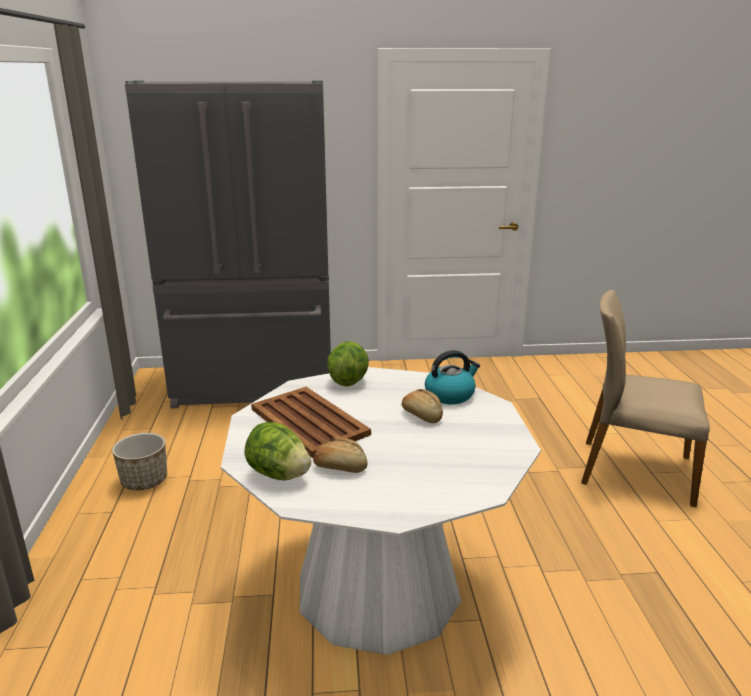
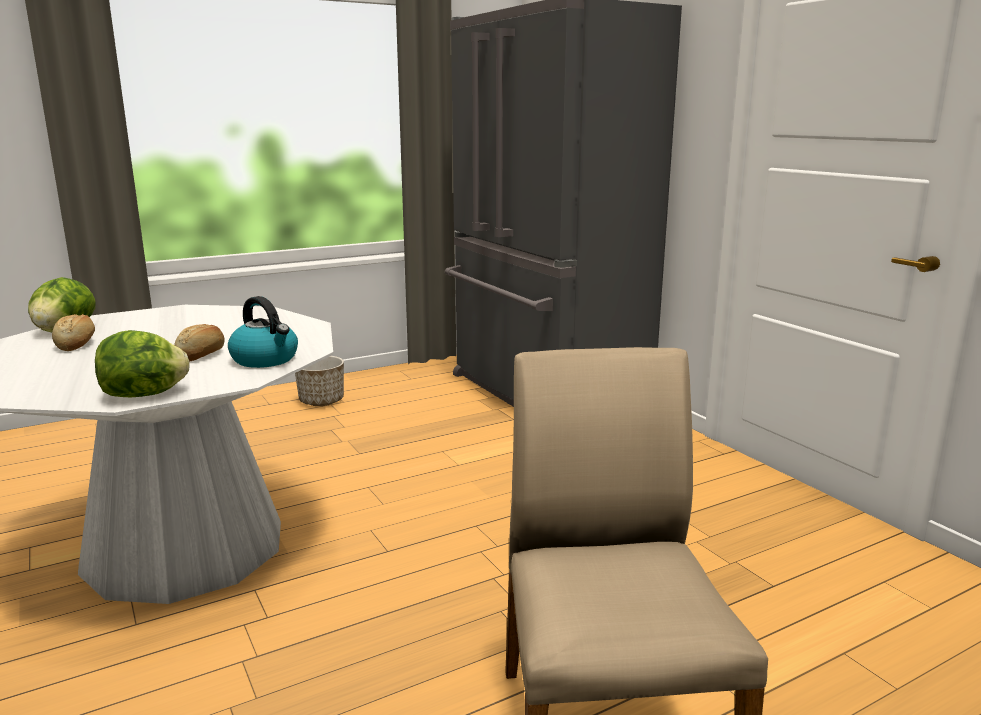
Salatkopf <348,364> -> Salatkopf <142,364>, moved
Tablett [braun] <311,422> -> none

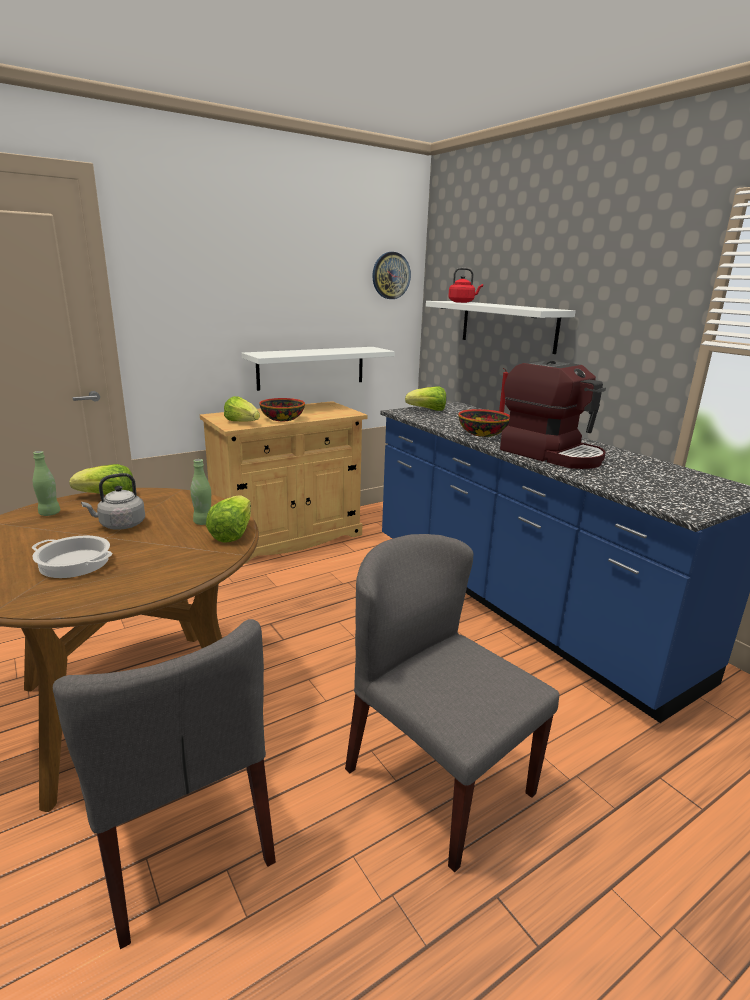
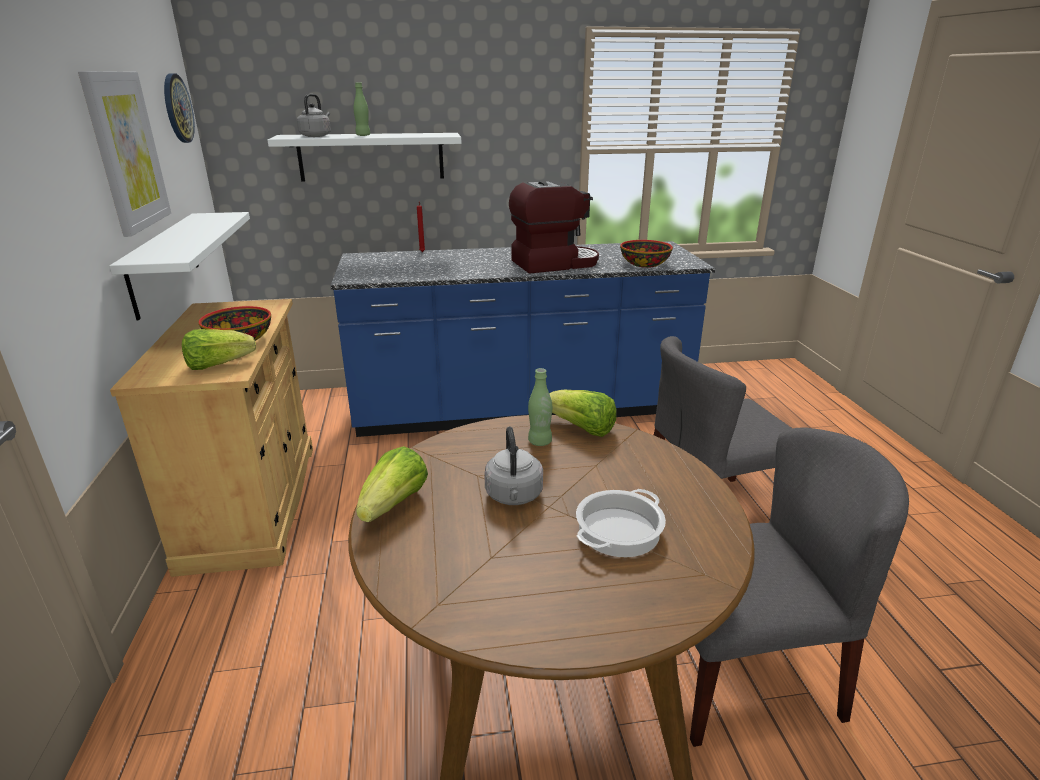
none -> Bild <124,154>
Wasserkessel [rot] <465,285> -> Wasserkessel [grau] <314,115>
Flasche [grün] <46,483> -> Flasche [grün] <361,109>, moved
Schüssel <484,423> -> Schüssel <646,254>, moved
Salatkopf <425,398> -> none

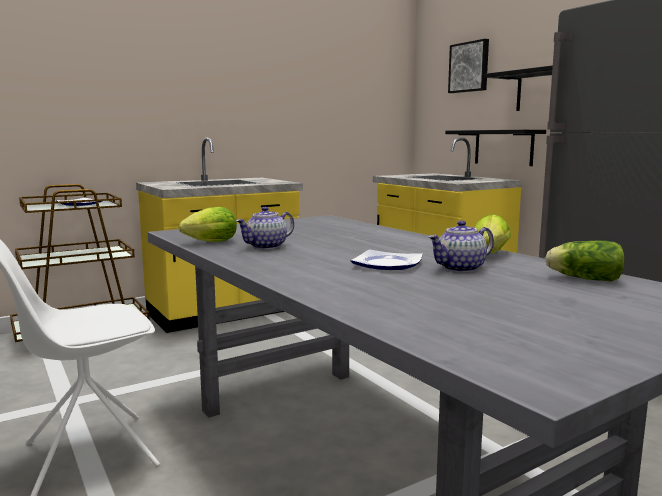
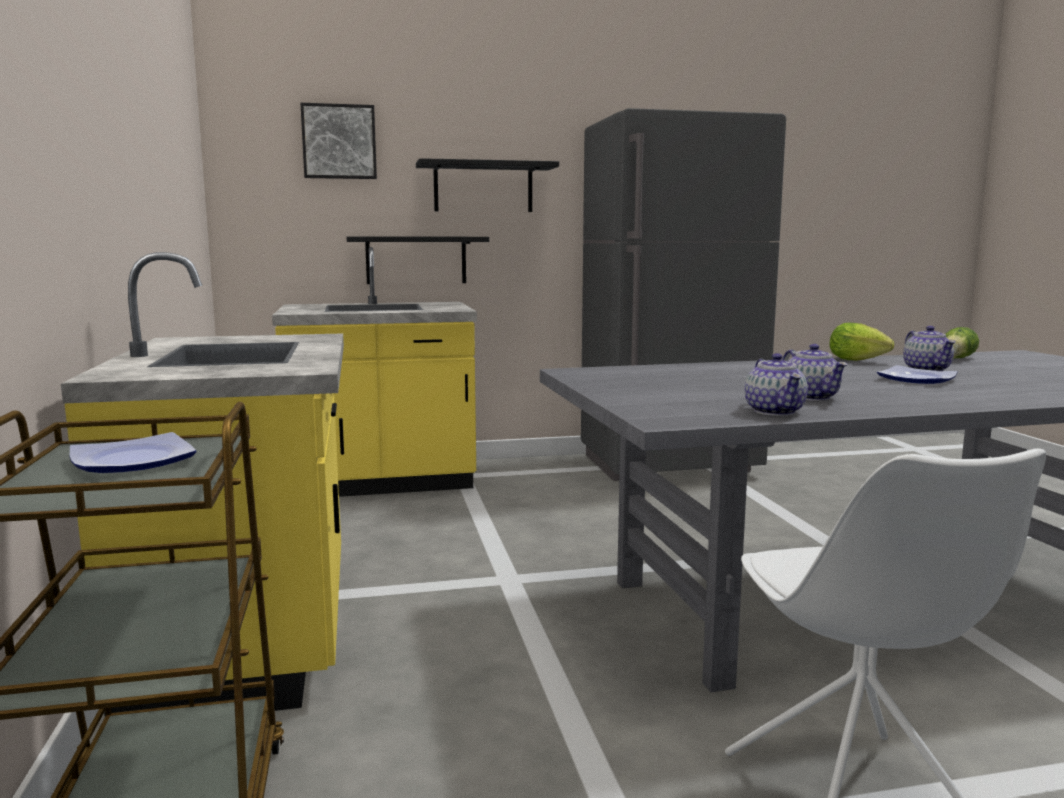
Salatkopf <208,224> -> Teekanne <776,384>

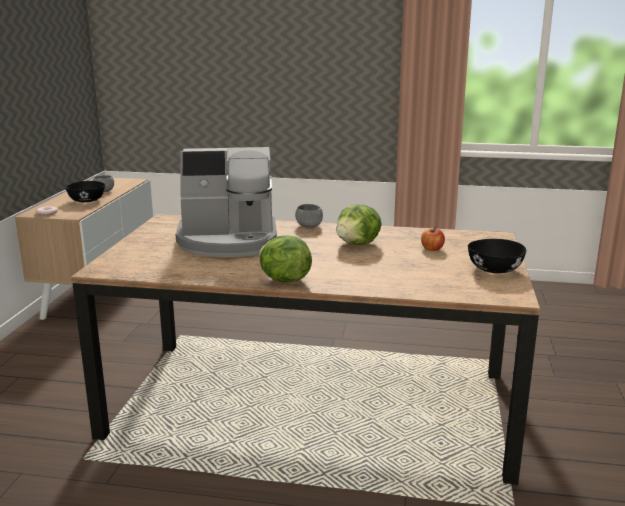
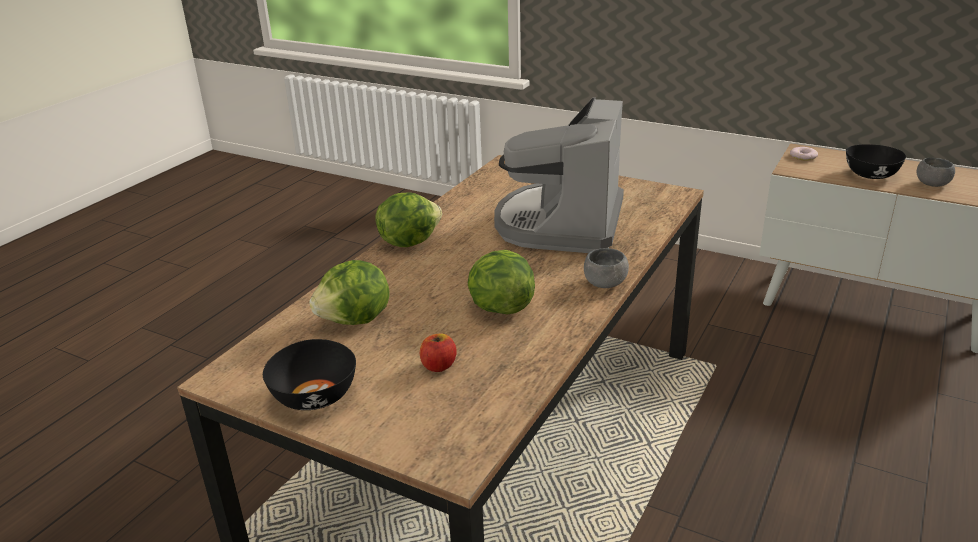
none -> Salatkopf <349,292>

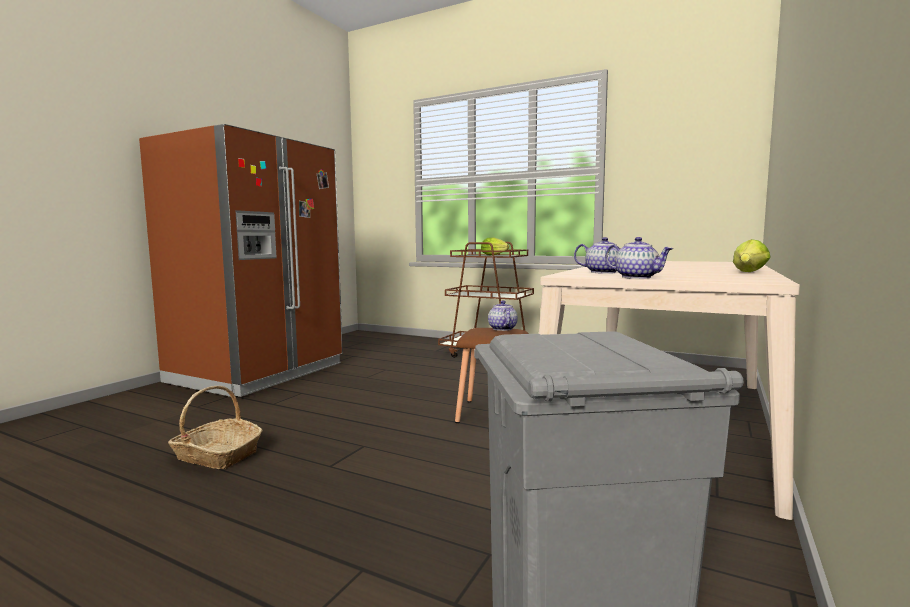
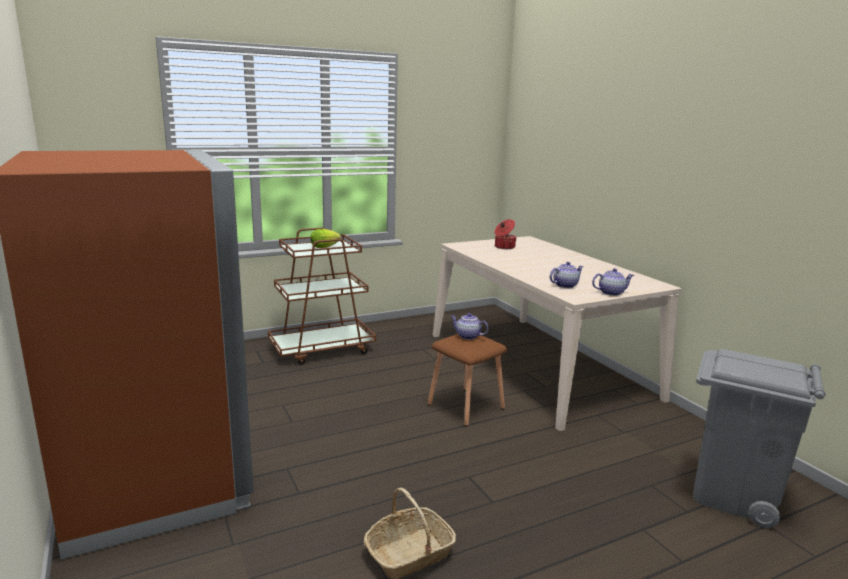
none -> Kochtopf <505,234>
Salatkopf <752,255> -> none

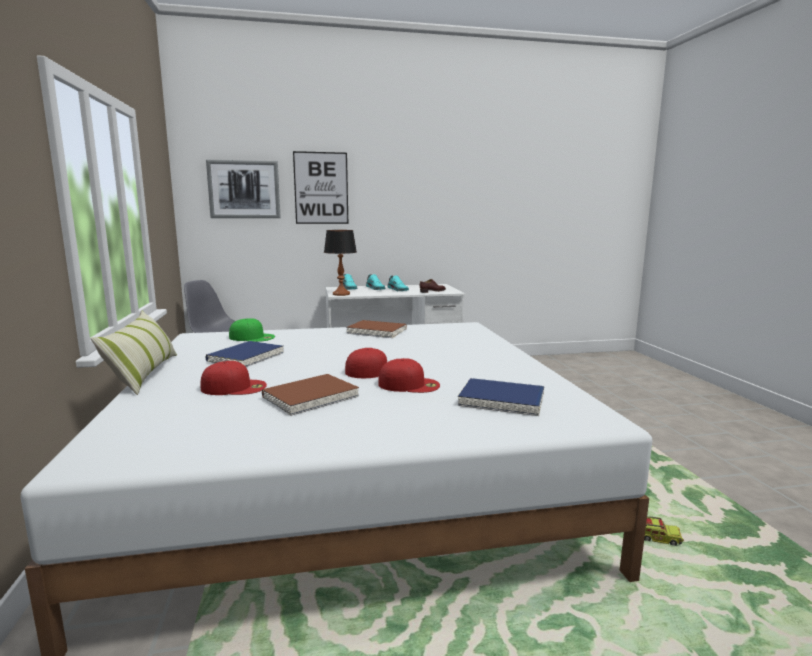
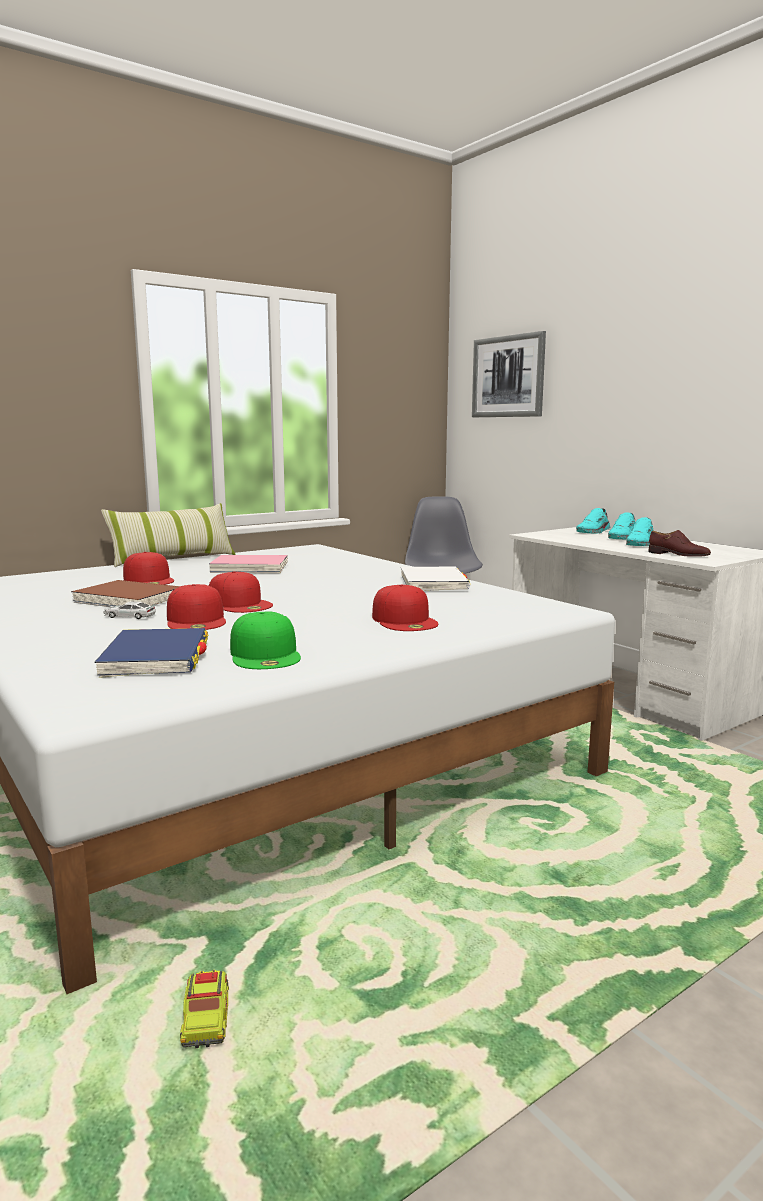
none -> Spielzeugauto <129,610>
Buch [blau] <244,354> -> Buch [rosa] <248,564>
Kappe [grün] <252,330> -> Kappe [grün] <265,640>, moved
none -> Kappe [rot] <405,608>
Buch [braun] <376,329> -> Buch [weiß] <435,578>
Bild <320,187> -> none
Tischlampe <340,263> -> none

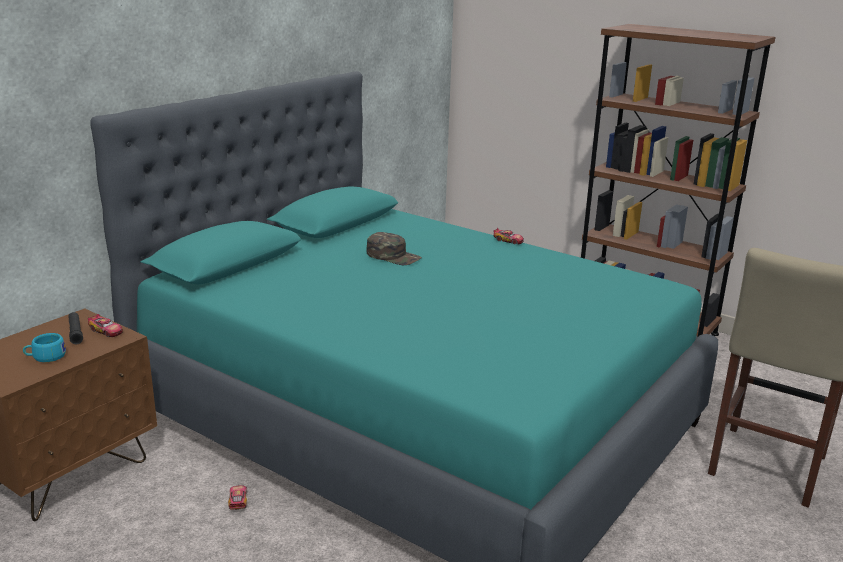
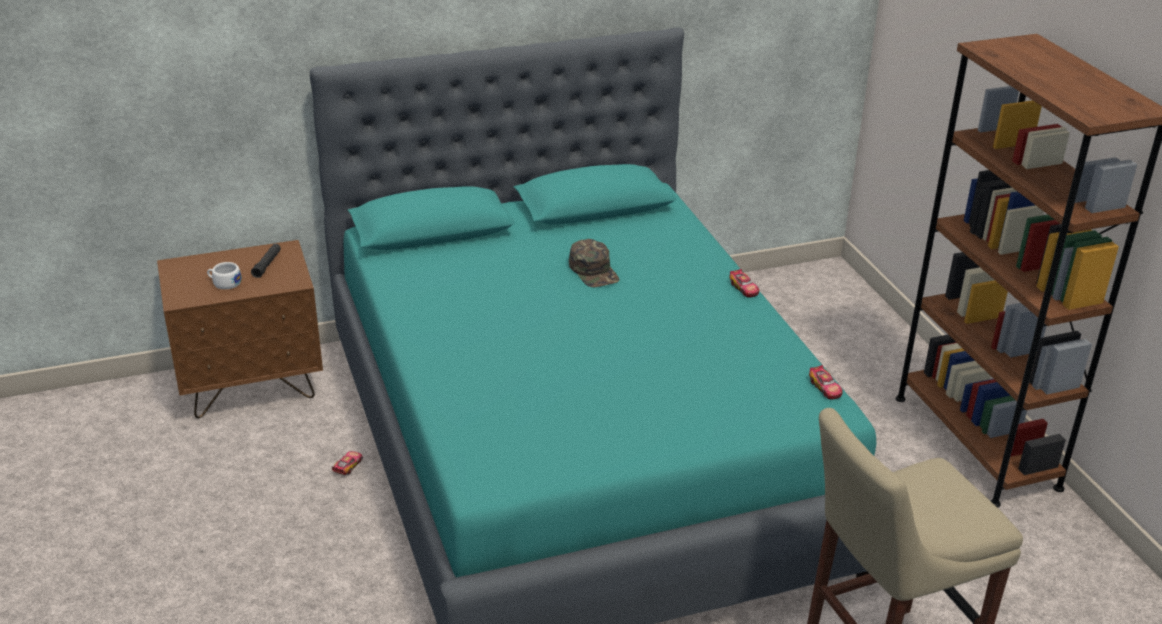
Tasse [türkis] <44,347> -> Tasse [weiß] <224,275>
Spielzeugauto <105,325> -> Spielzeugauto <826,382>, moved

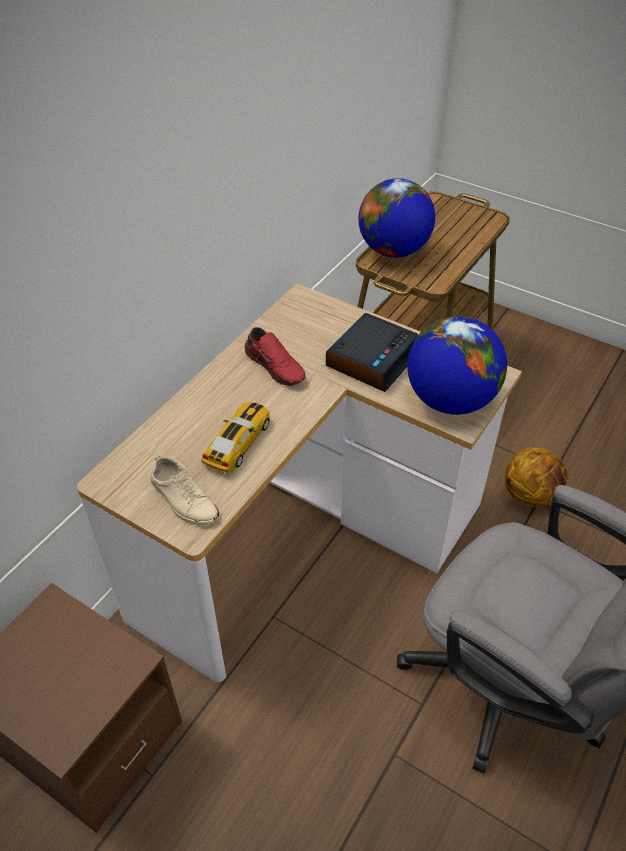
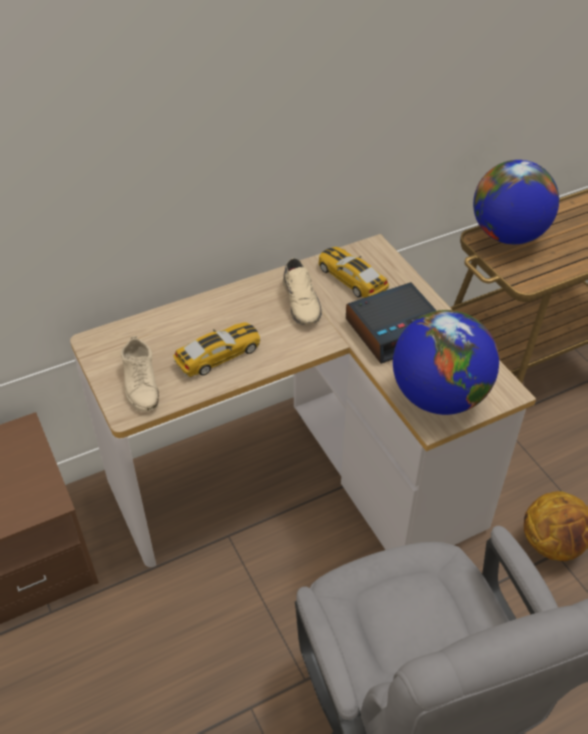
Schuh [rot] <275,356> -> Schuh [beige] <302,291>
none -> Spielzeugauto <354,272>

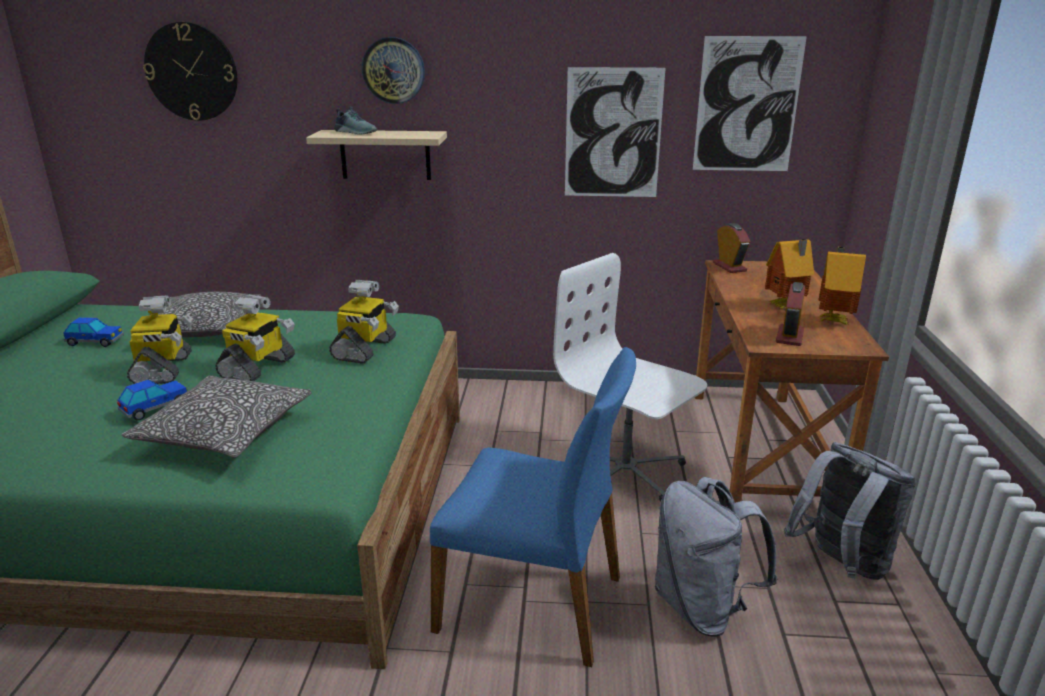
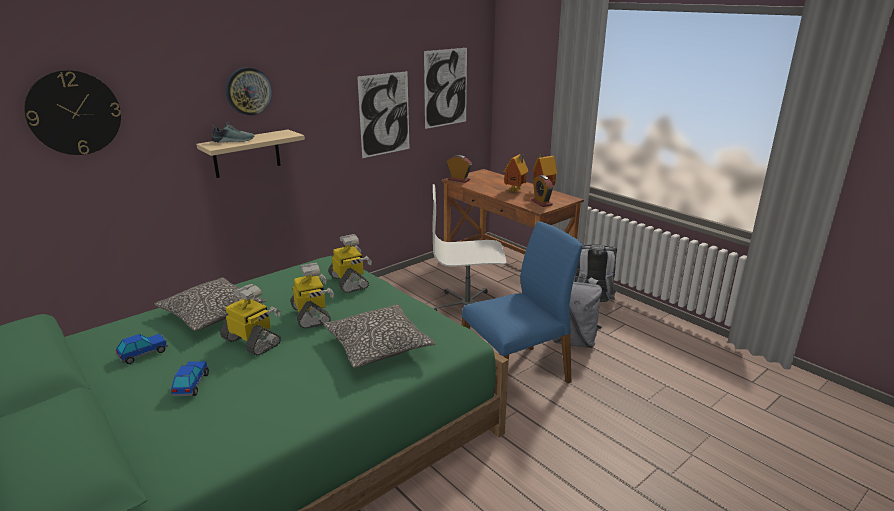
Spielzeugauto <152,400> -> Spielzeugauto <190,378>, moved

